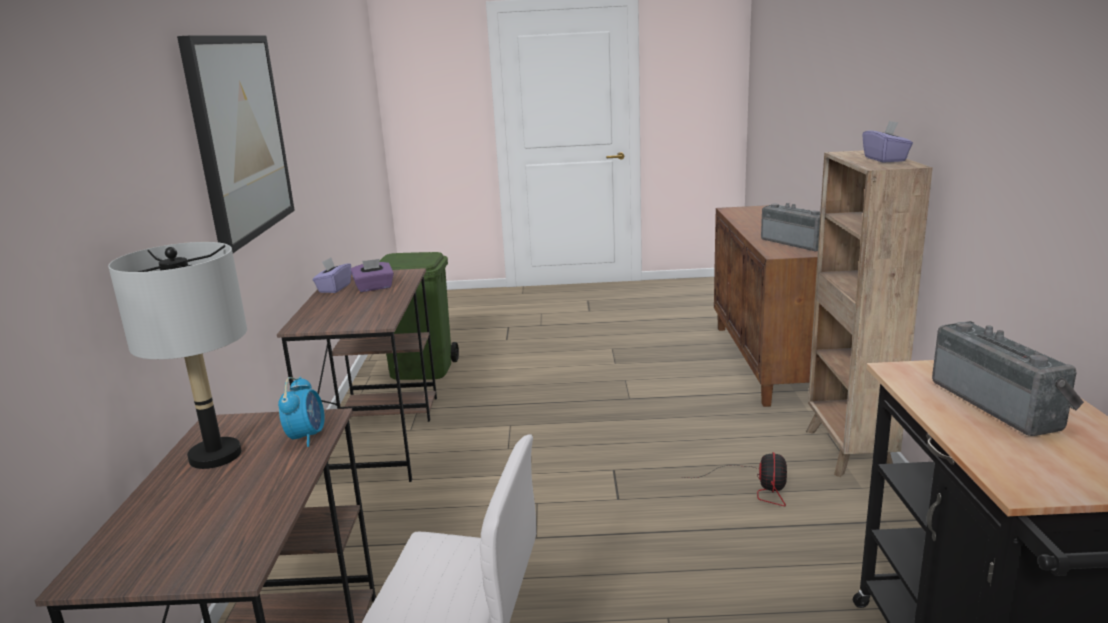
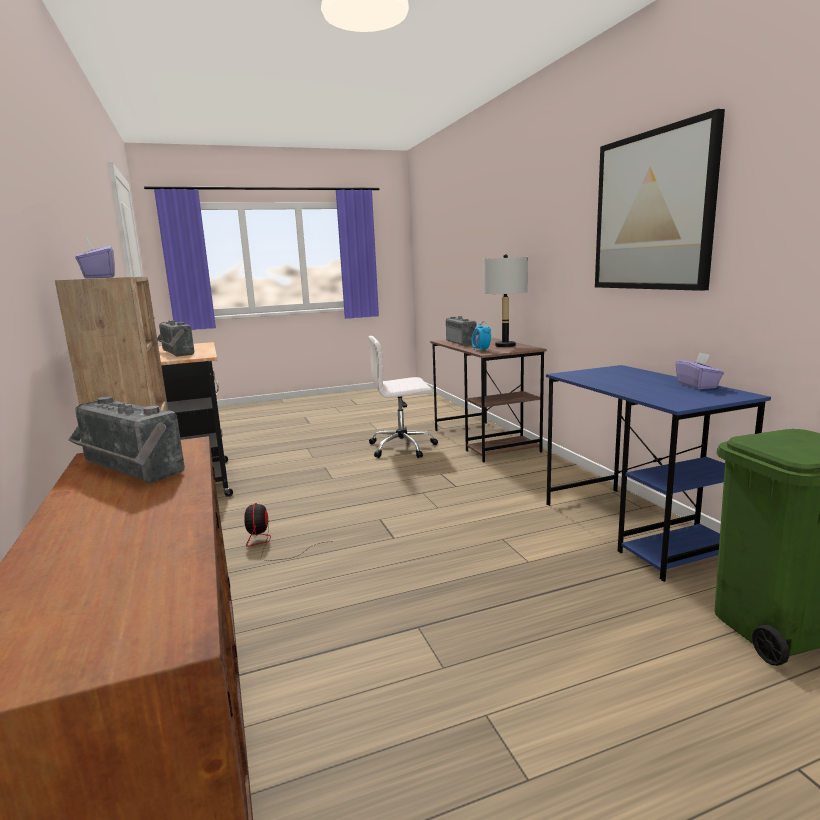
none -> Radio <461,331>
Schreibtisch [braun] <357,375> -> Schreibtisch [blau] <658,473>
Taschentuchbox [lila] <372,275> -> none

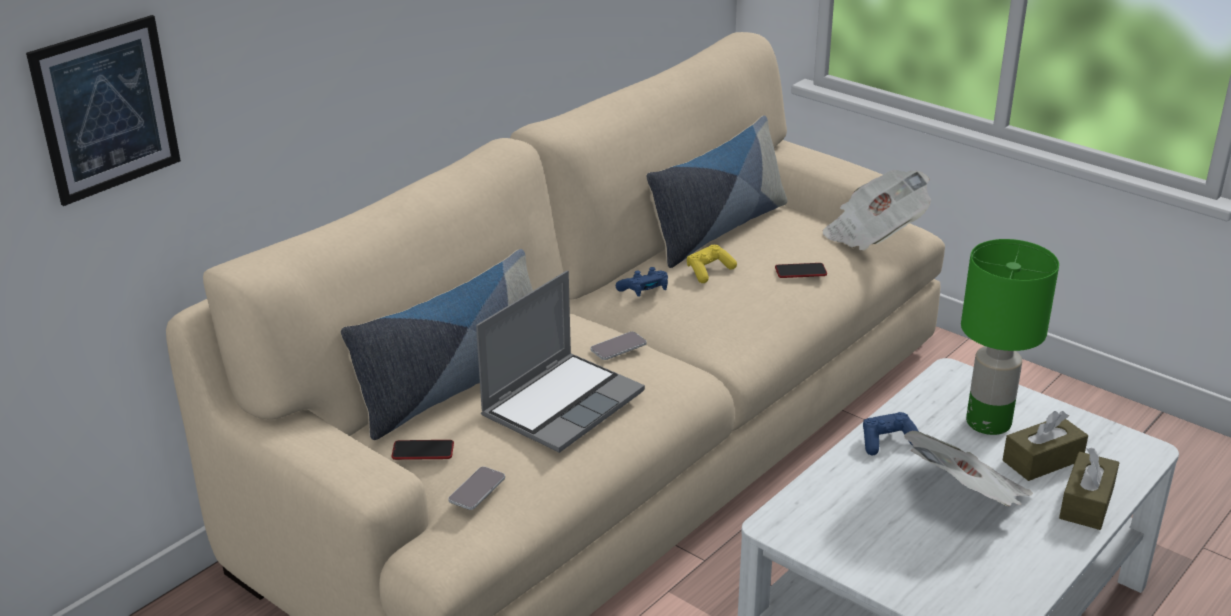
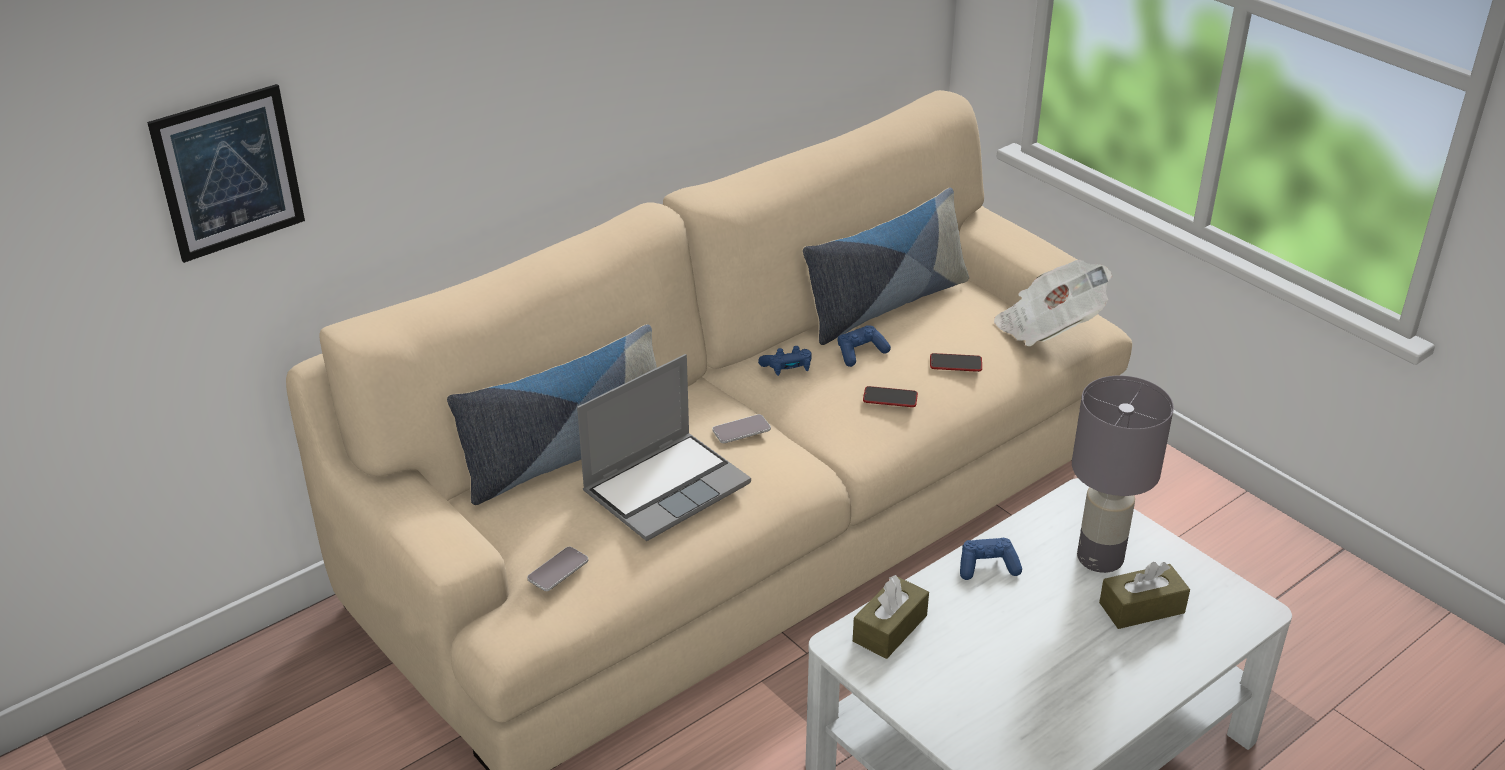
Gamepad [gelb] <712,264> -> Gamepad [blau] <864,346>
Taschentuchbox [braun] <1089,489> -> Taschentuchbox [braun] <891,617>, moved
Handy <422,450> -> Handy <890,396>, moved
Tischlampe [grün] <1010,337> -> Tischlampe [grau] <1123,474>
Zeitung <968,469> -> none

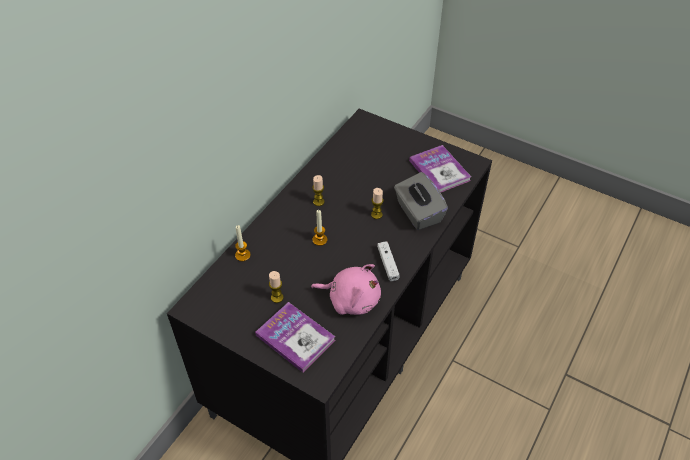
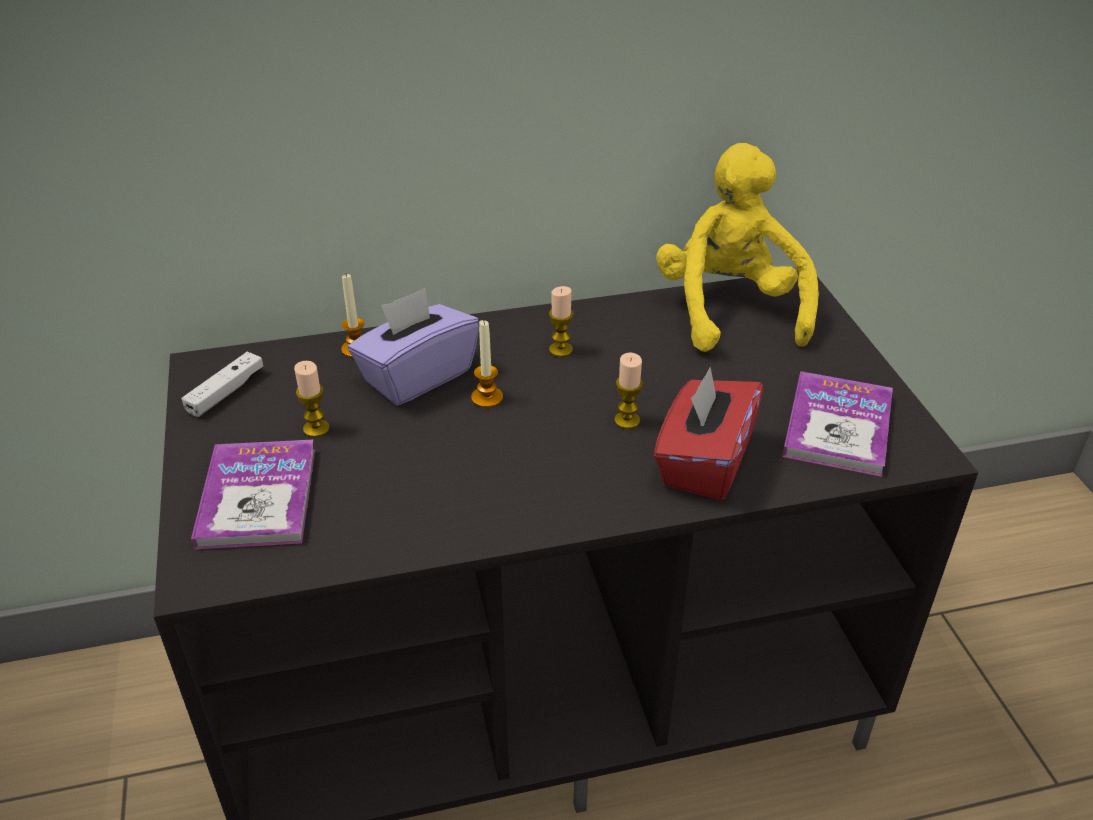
Gamepad [weiß] <388,261> -> Gamepad [weiß] <222,384>, moved
none -> Taschentuchbox [lila] <413,346>
Taschentuchbox [grau] <421,201> -> Taschentuchbox [rot] <708,433>
none -> Plüschtier [gelb] <737,247>
Plüschtier [rosa] <346,289> -> none

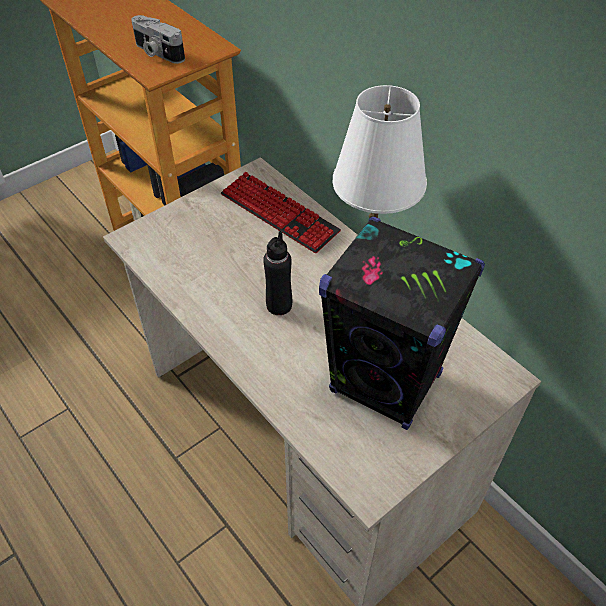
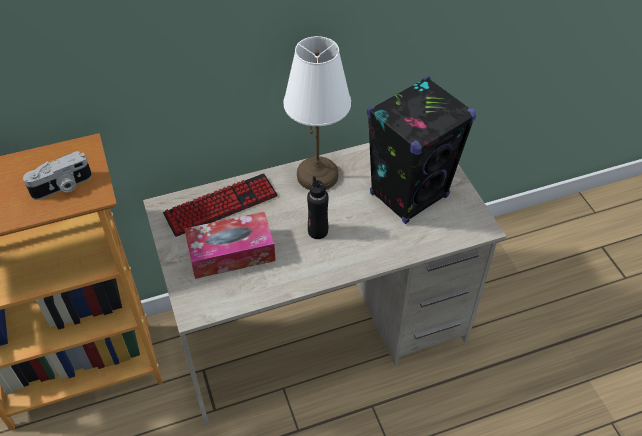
none -> Taschentuchbox <230,245>

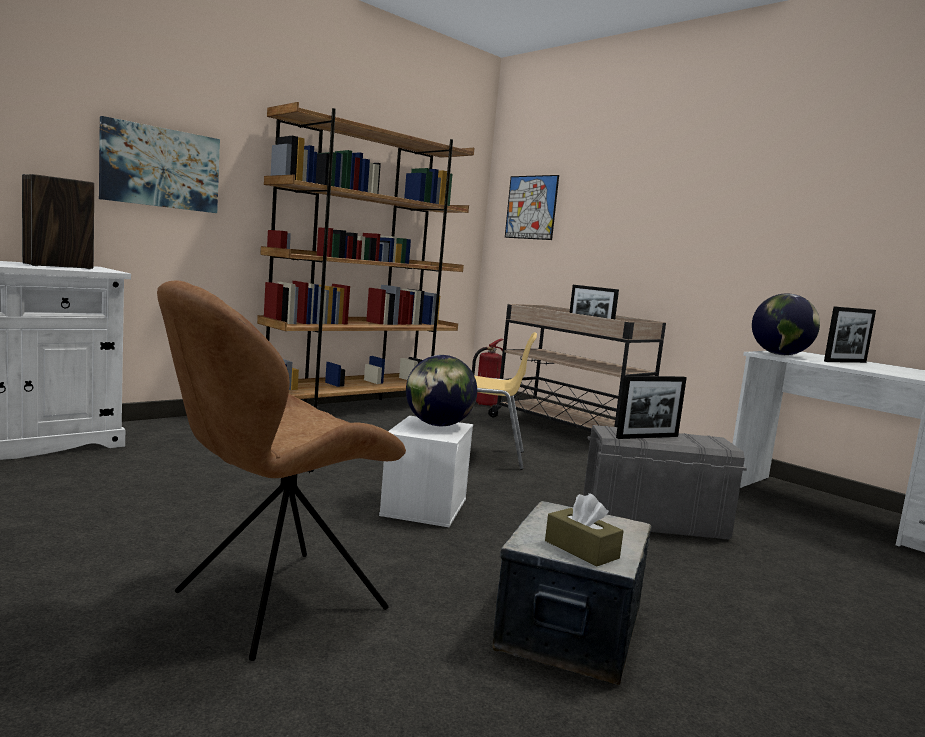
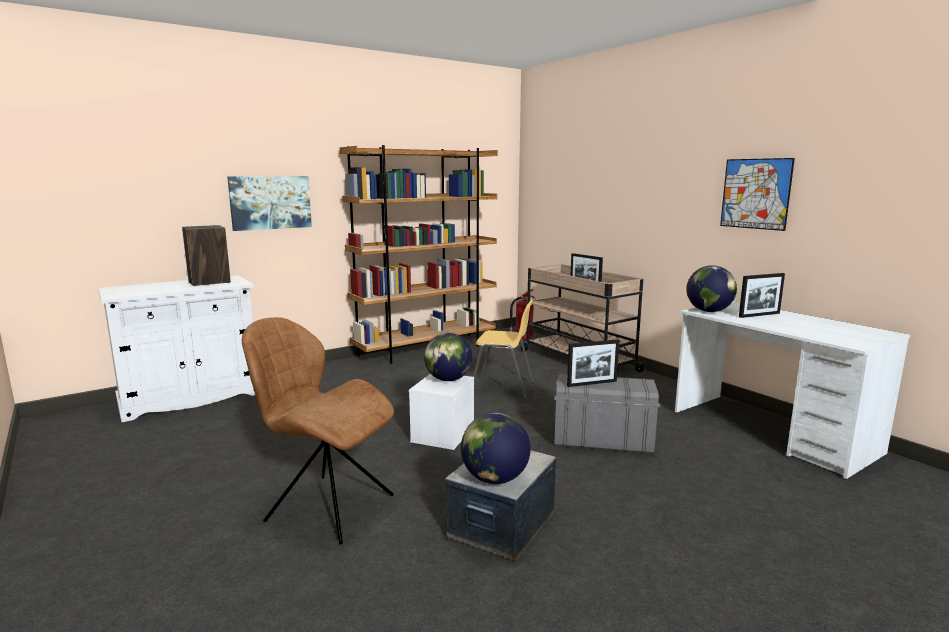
Stuhl [braun] <281,471> -> Stuhl [braun] <318,431>, 60 degrees clockwise
Taschentuchbox [braun] <584,529> -> Globus <496,448>
Bild <532,207> -> Bild <757,194>, moved

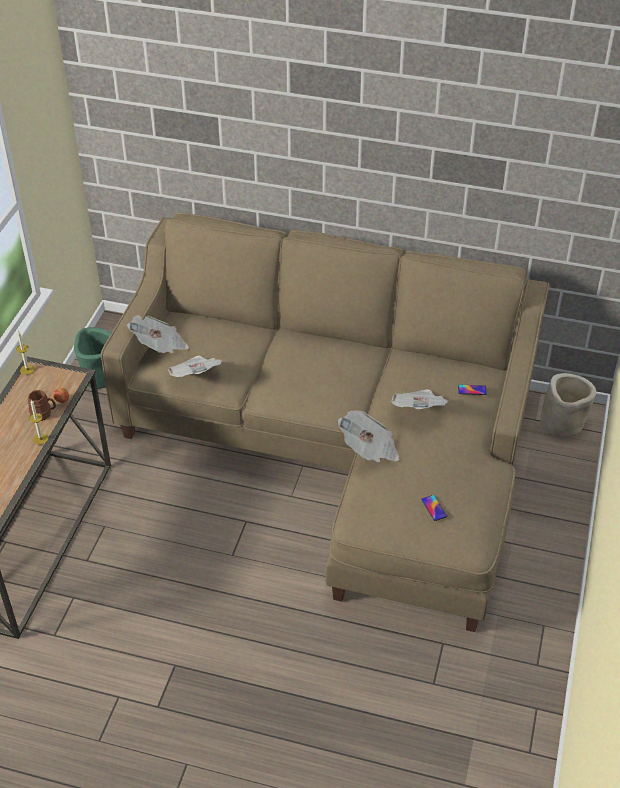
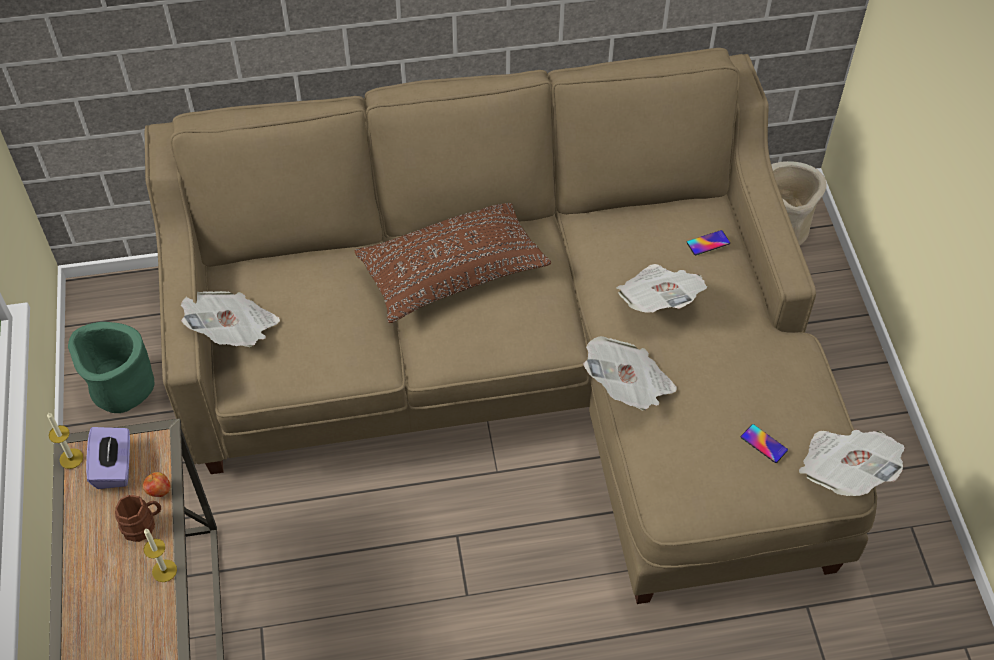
none -> Taschentuchbox [lila] <108,458>
none -> Kissen [braun] <453,263>
Zeitung <195,366> -> Zeitung <852,463>, moved

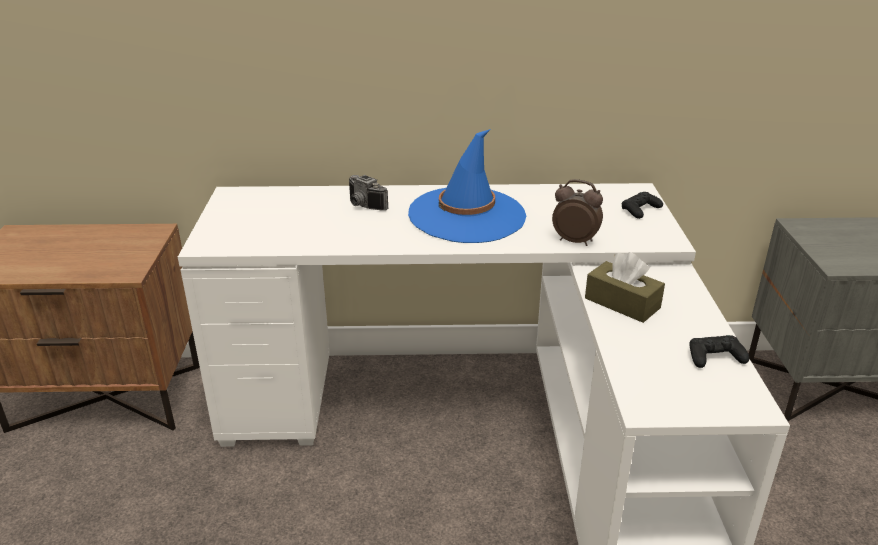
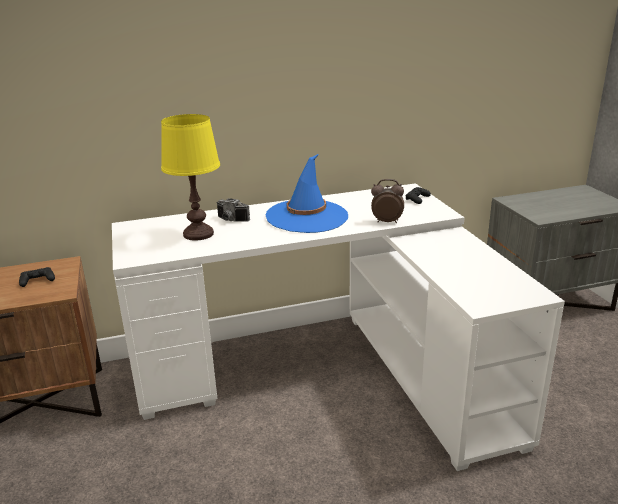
Gamepad [schwarz] <719,351> -> Gamepad [schwarz] <37,277>, moved
none -> Tischlampe [gelb] <190,177>
Taschentuchbox [braun] <625,287> -> none

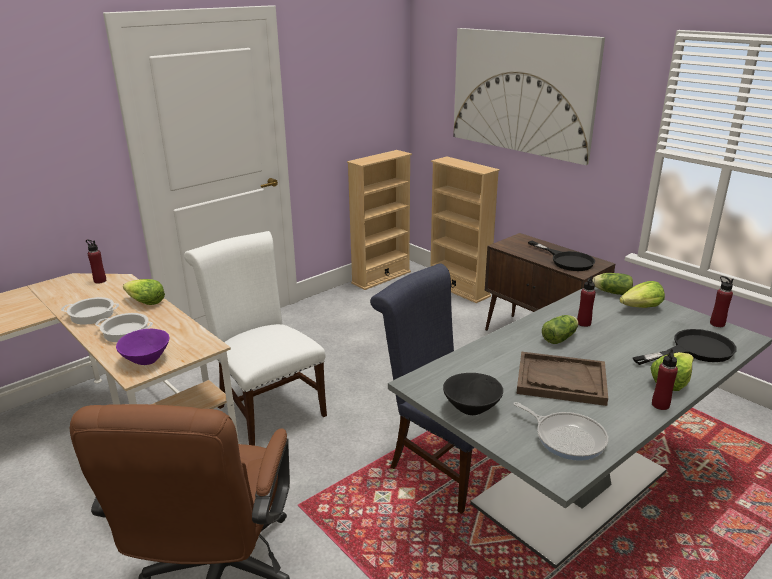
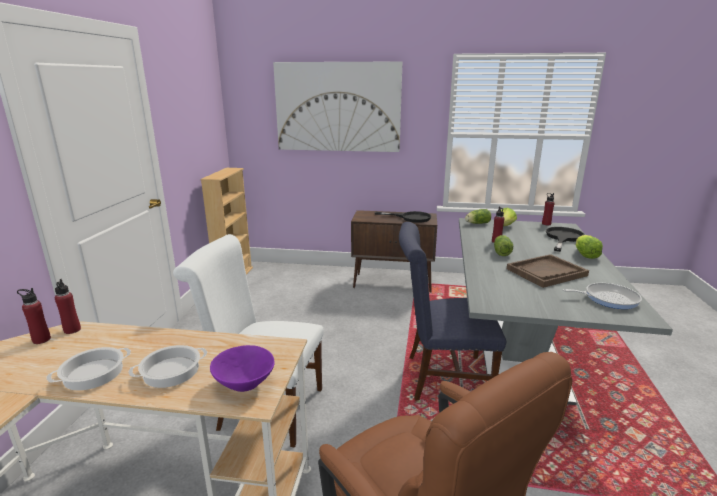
Flasche [rot] <665,379> -> Flasche [rot] <68,306>, moved
Salatkopf <144,292> -> none
Bücherregal [beige] <465,230> -> none
Schüssel [schwarz] <473,394> -> none

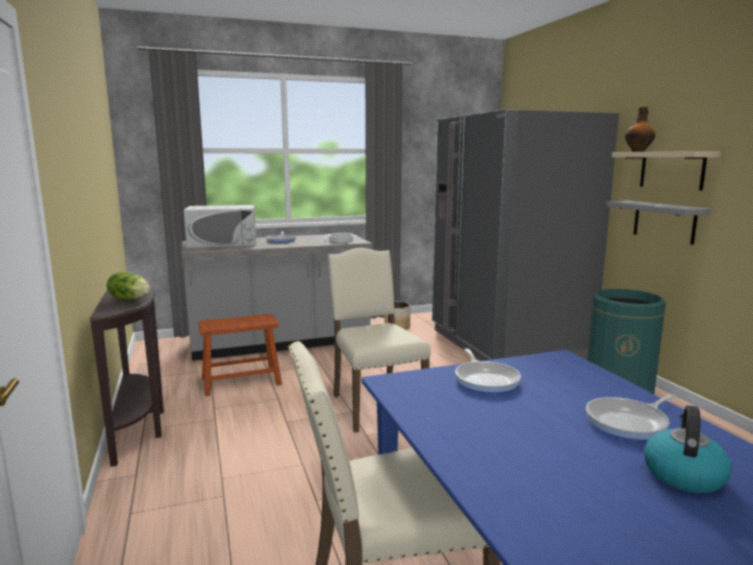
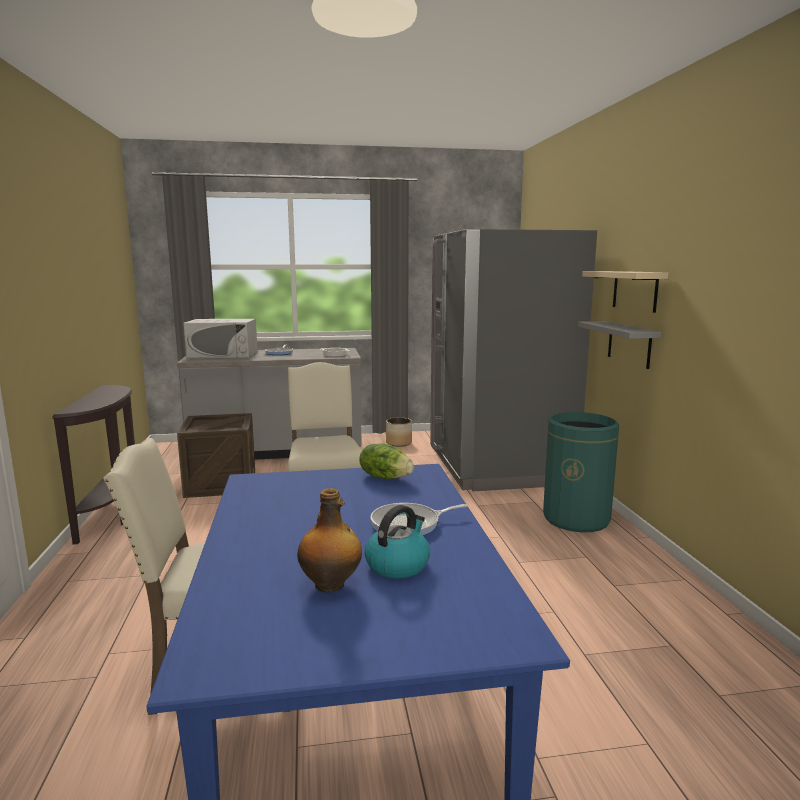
Hocker [braun] <240,355> -> Kiste <216,455>
Flasche <640,129> -> Flasche <329,540>, moved
Salatkopf <128,286> -> Salatkopf <386,461>, moved
Pfanne <488,371> -> none

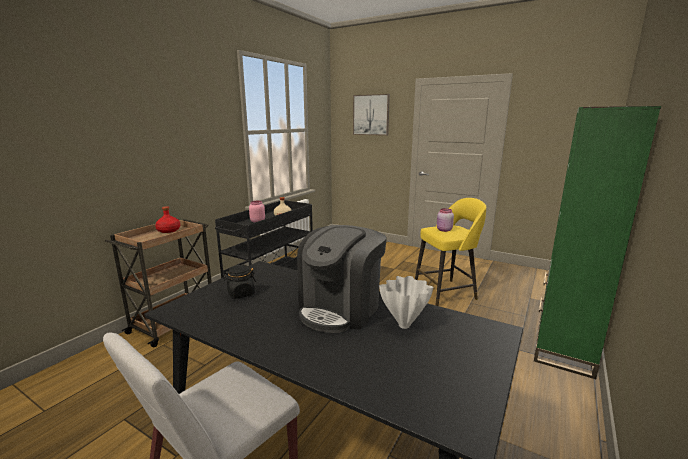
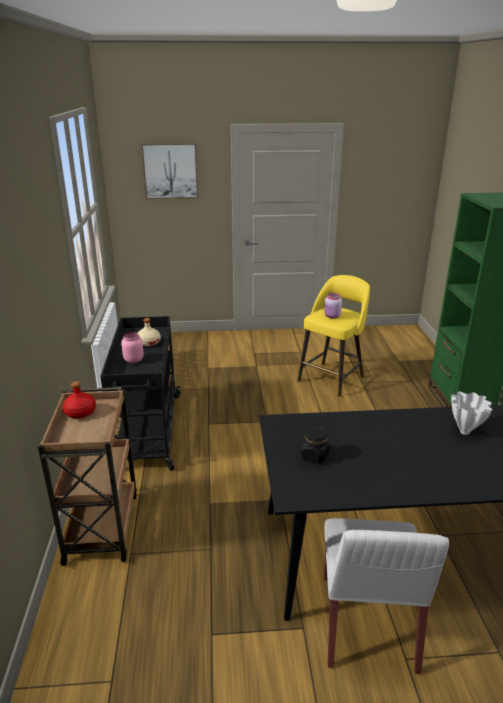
Kaffeemaschine <342,279> -> none

